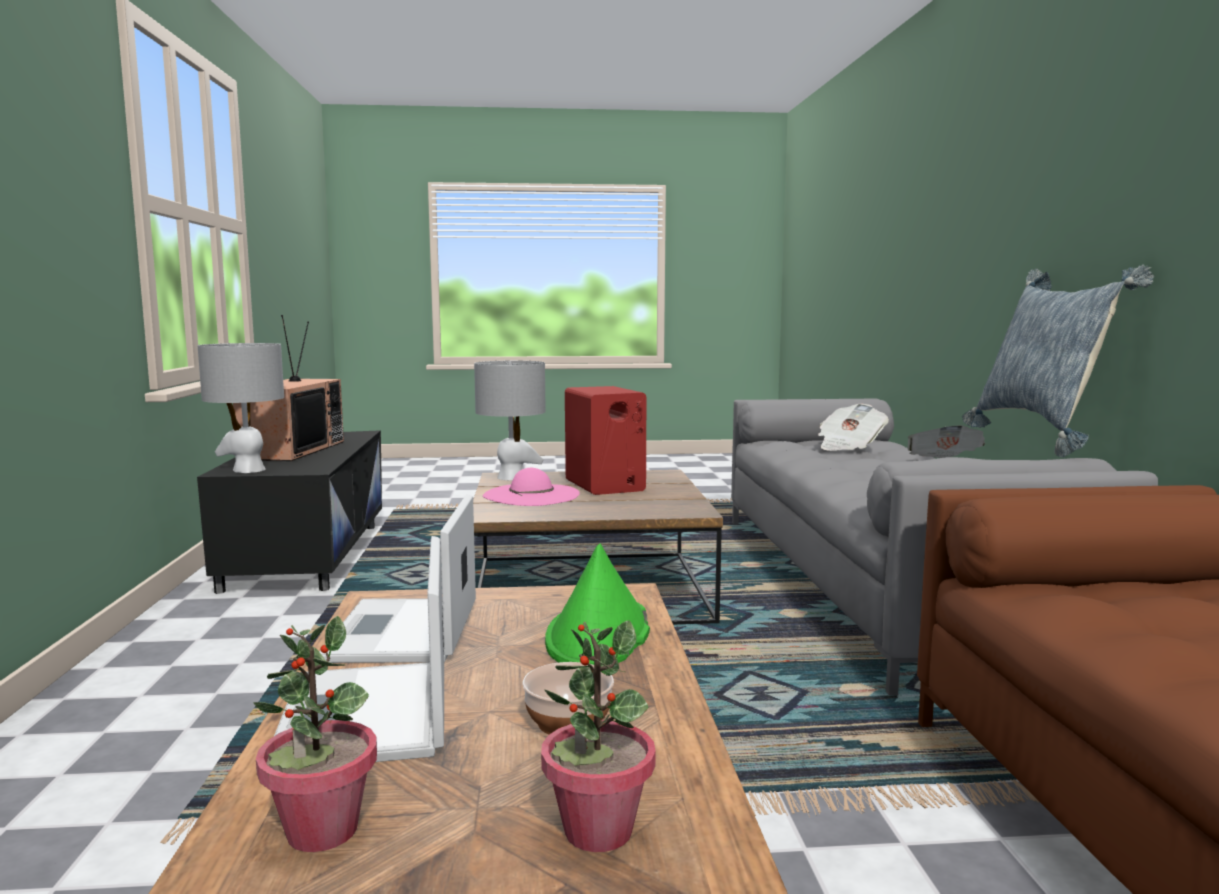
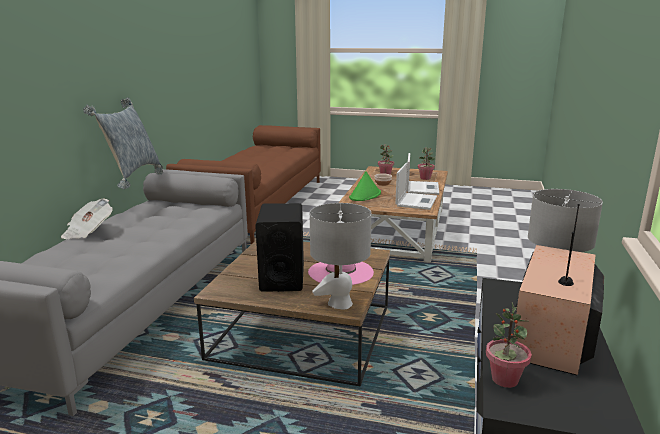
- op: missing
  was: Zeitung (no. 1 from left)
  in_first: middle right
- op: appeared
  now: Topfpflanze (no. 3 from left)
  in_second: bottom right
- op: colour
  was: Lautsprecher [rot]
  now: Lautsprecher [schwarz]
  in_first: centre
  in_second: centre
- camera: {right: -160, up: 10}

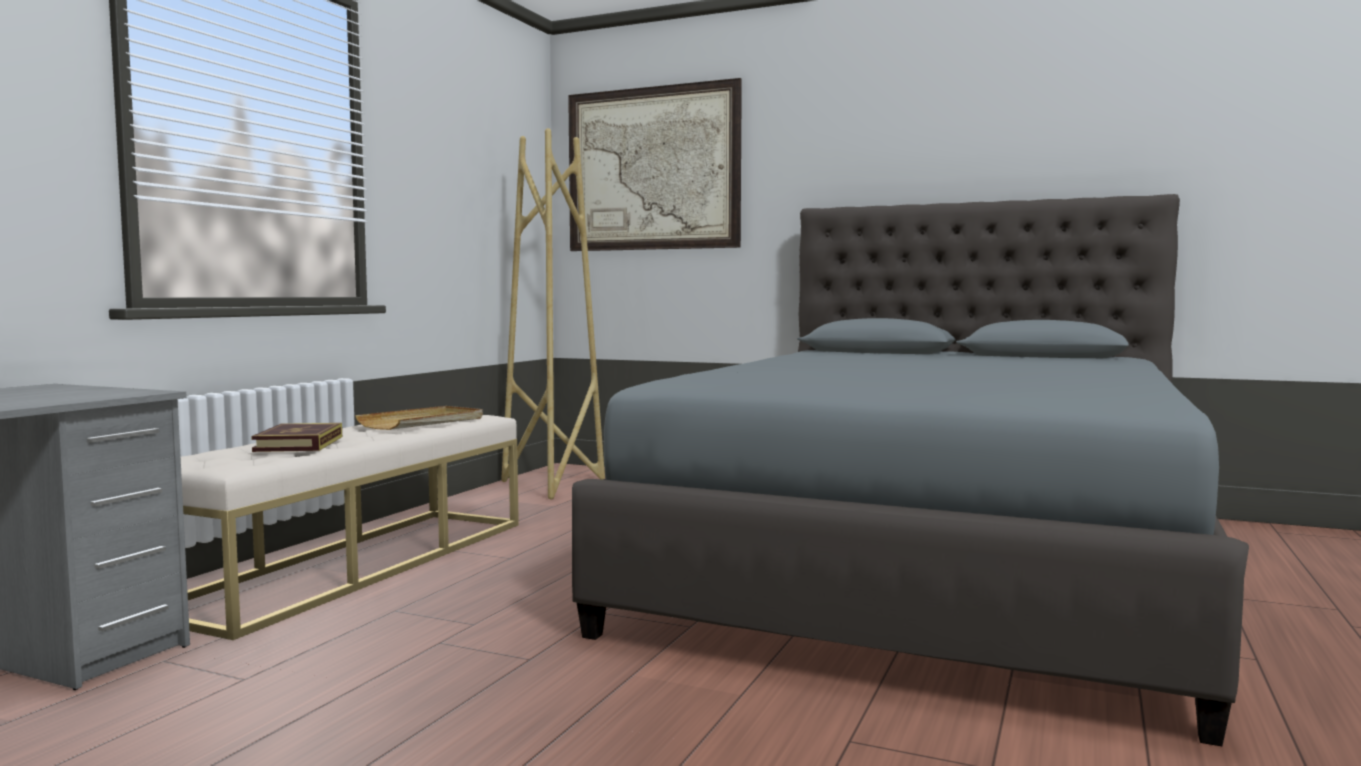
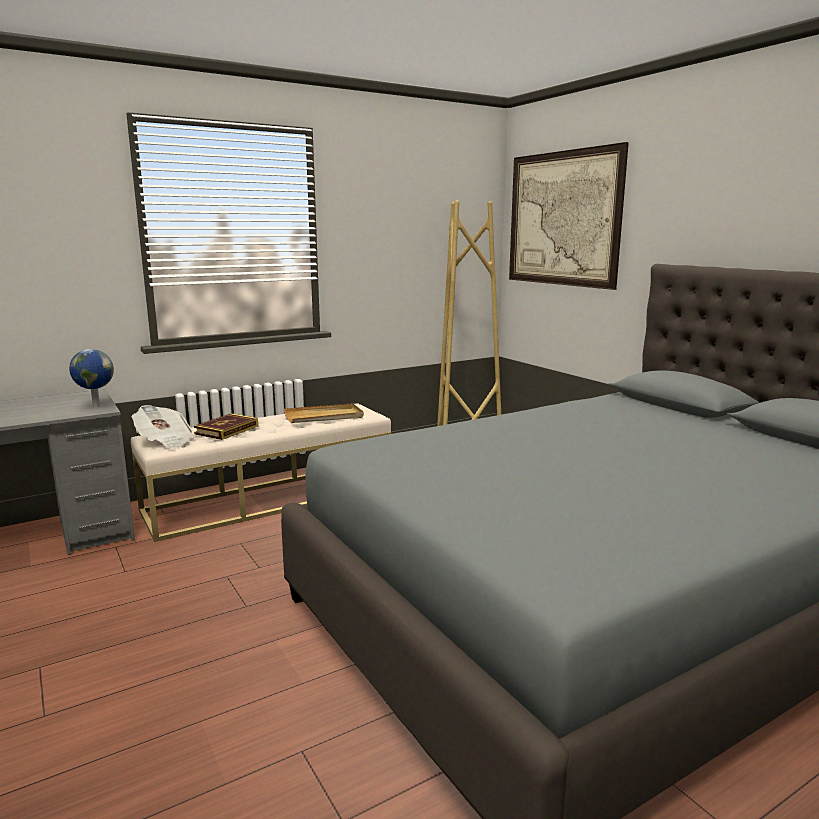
- op: appeared
  now: Globus
  in_second: middle left
- op: appeared
  now: Zeitung
  in_second: middle left
- camera: {right: 35, up: 10}

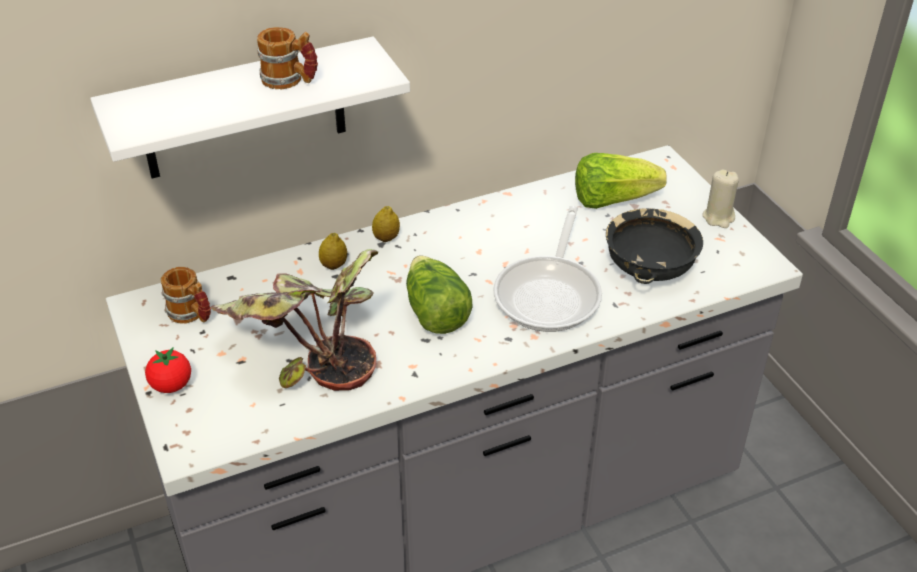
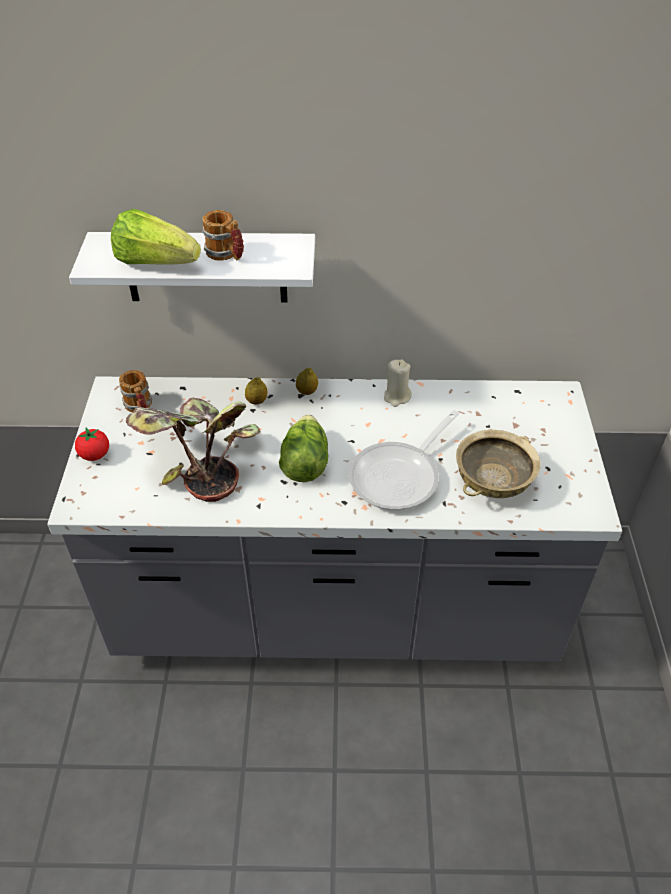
- op: relocated
  was: Salatkopf (no. 2 from left in the first image)
  now: Salatkopf (no. 1 from left)
  in_first: top right
  in_second: top left
- op: relocated
  was: Kerze [beige]
  in_first: middle right
  in_second: centre
- op: colour
  was: Schüssel [schwarz]
  now: Schüssel [beige]
  in_first: middle right
  in_second: middle right
- camera: {right: 25, up: 5}

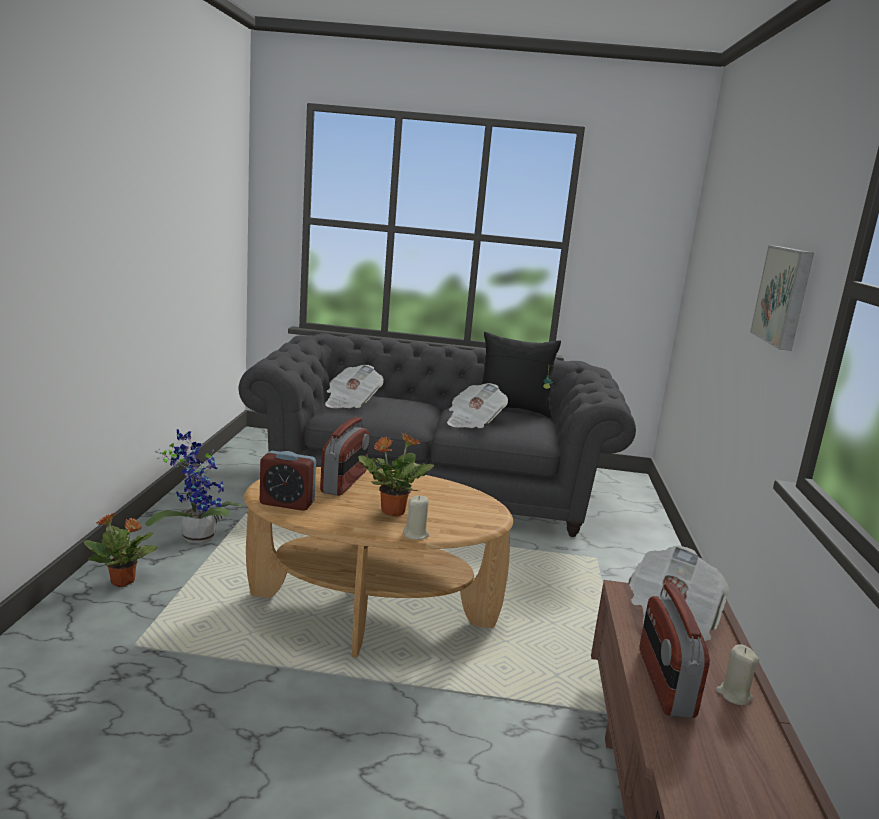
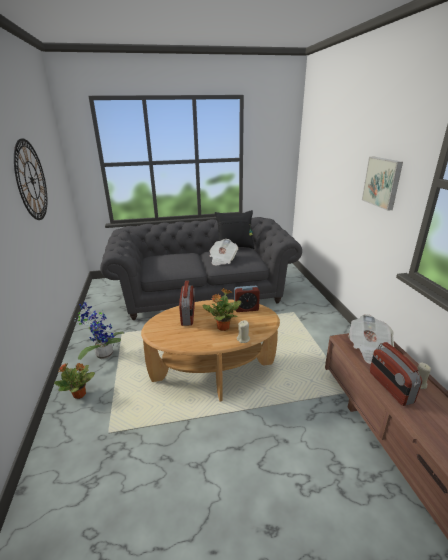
- op: missing
  was: Zeitung (no. 1 from left)
  in_first: centre
- op: appeared
  now: Wanduhr
  in_second: top left
- op: relocated
  was: Wecker
  in_first: middle left
  in_second: centre
- camera: {right: -15, up: 10}

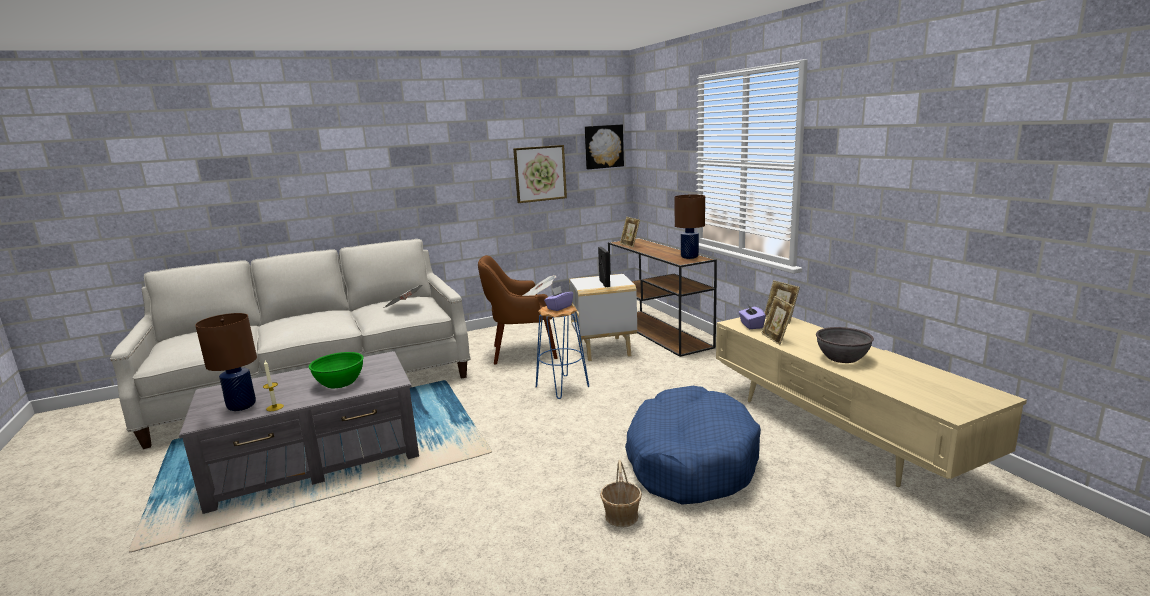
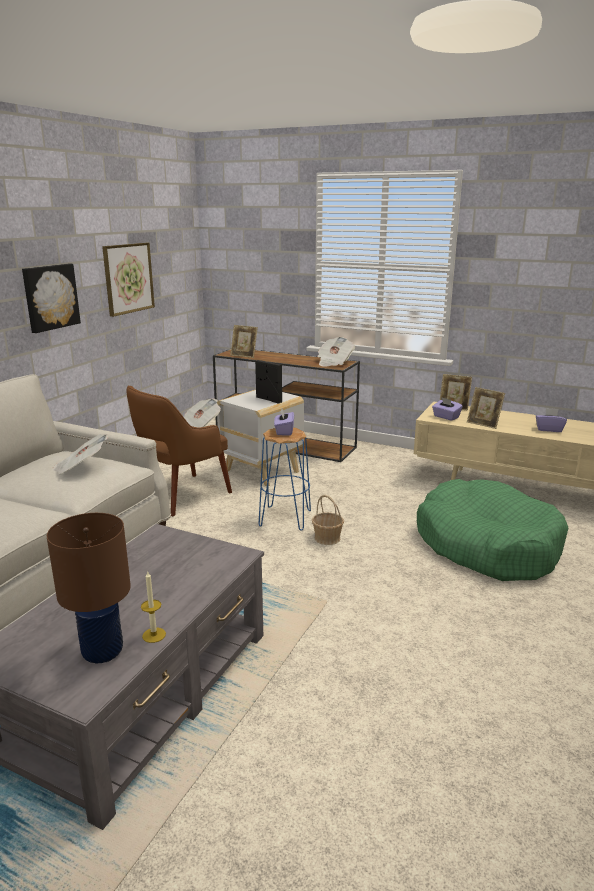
- op: missing
  was: Schüssel [grün]
  in_first: middle left
- op: relocated
  was: Bild (no. 2 from left in the first image)
  now: Bild (no. 1 from left)
  in_first: top centre
  in_second: middle left
- op: relocated
  was: Korb
  in_first: bottom centre
  in_second: centre
- op: exchanged
  was: Tischlampe [braun] (no. 2 from left)
  now: Zeitung (no. 3 from left)
  in_first: centre
  in_second: centre
- op: exchanged
  was: Schüssel [grau]
  now: Taschentuchbox [lila] (no. 3 from left)
  in_first: middle right
  in_second: middle right
- op: colour
  was: Hundebett [blau]
  now: Hundebett [grün]
  in_first: bottom centre
  in_second: middle right
- camera: {right: -40, up: 5}

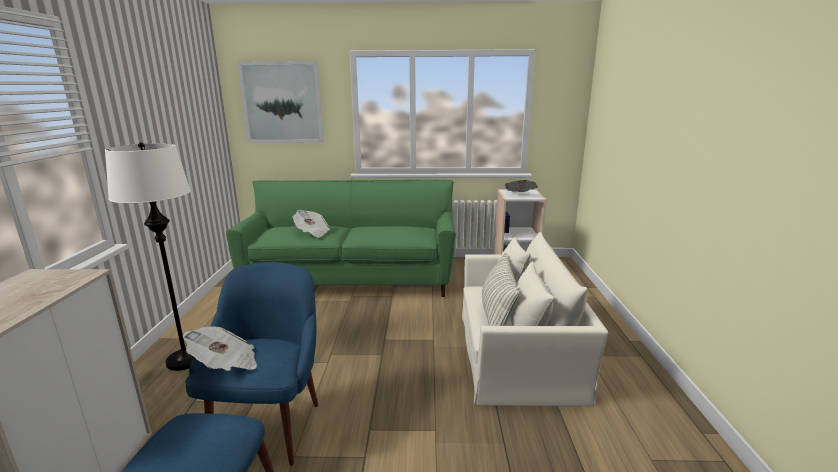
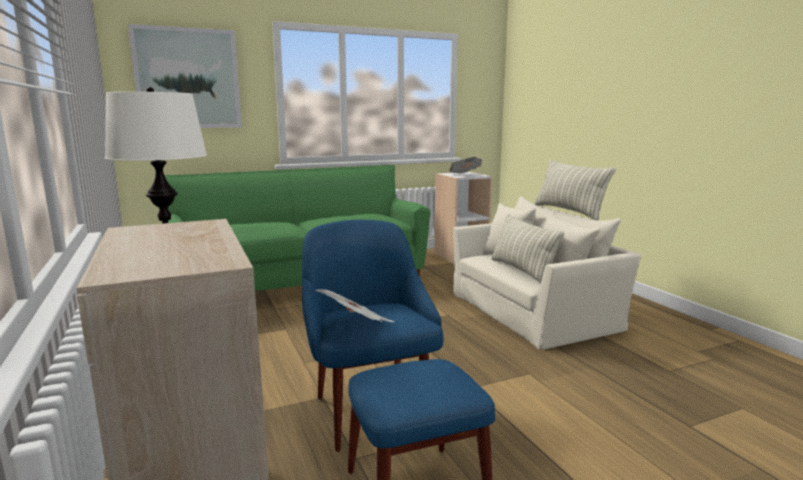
- op: missing
  was: Zeitung (no. 2 from left)
  in_first: centre
- op: appeared
  now: Kissen (no. 2 from left)
  in_second: middle right
- camera: {right: -25, up: -5}

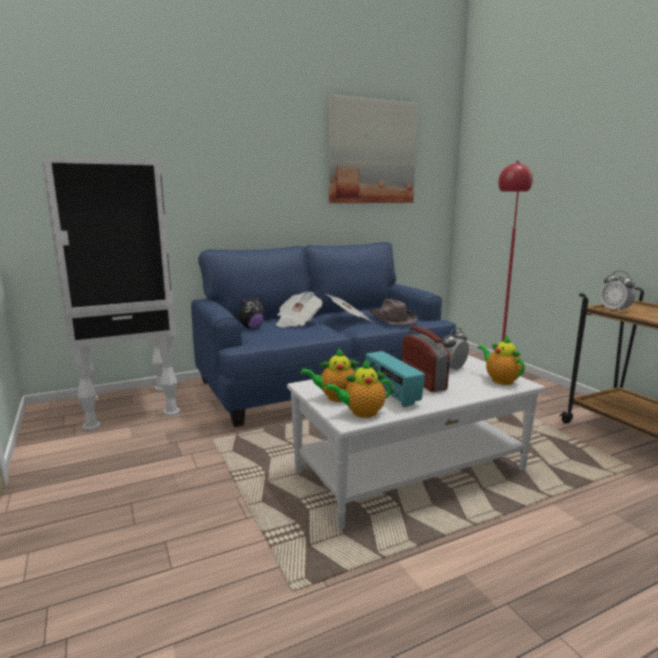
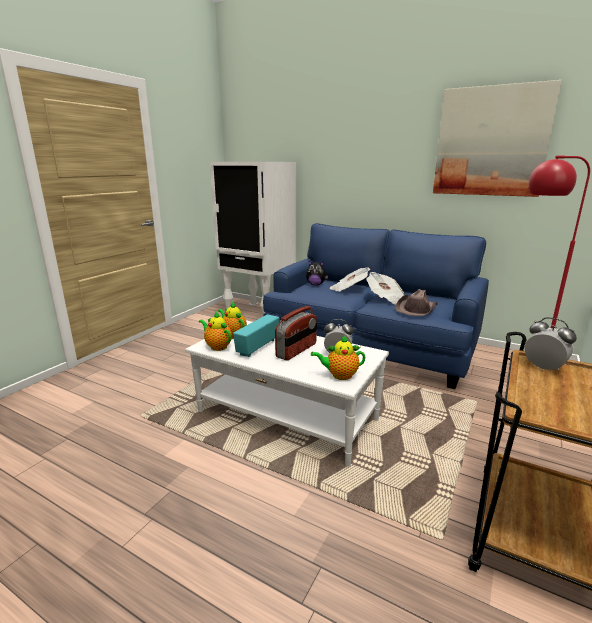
- op: spun
  was: Teekanne (no. 3 from left)
  in_first: middle right
  in_second: centre
  clockwise: -120
- op: spun
  was: Wecker (no. 2 from left)
  in_first: middle right
  in_second: middle right
  clockwise: 105
- camera: {right: 55, up: 5}

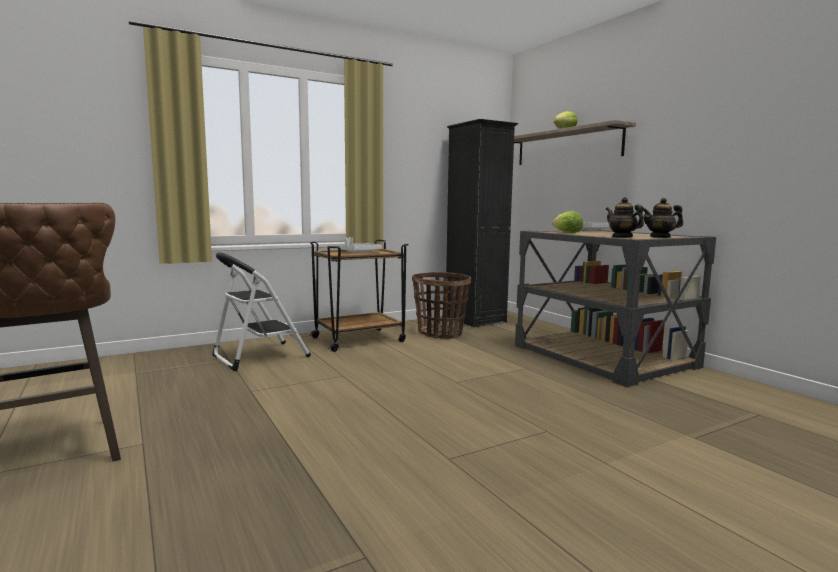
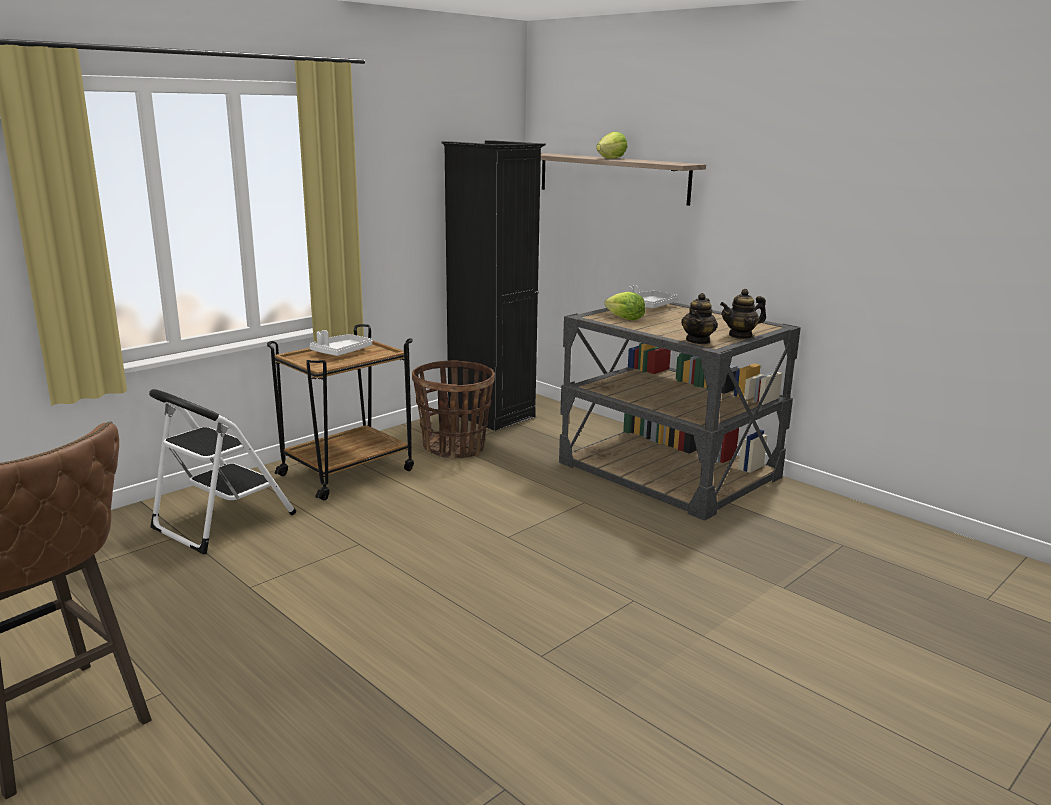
- op: spun
  was: Teekanne (no. 1 from left)
  in_first: middle right
  in_second: centre
  clockwise: -105
- camera: {right: -15, up: 10}

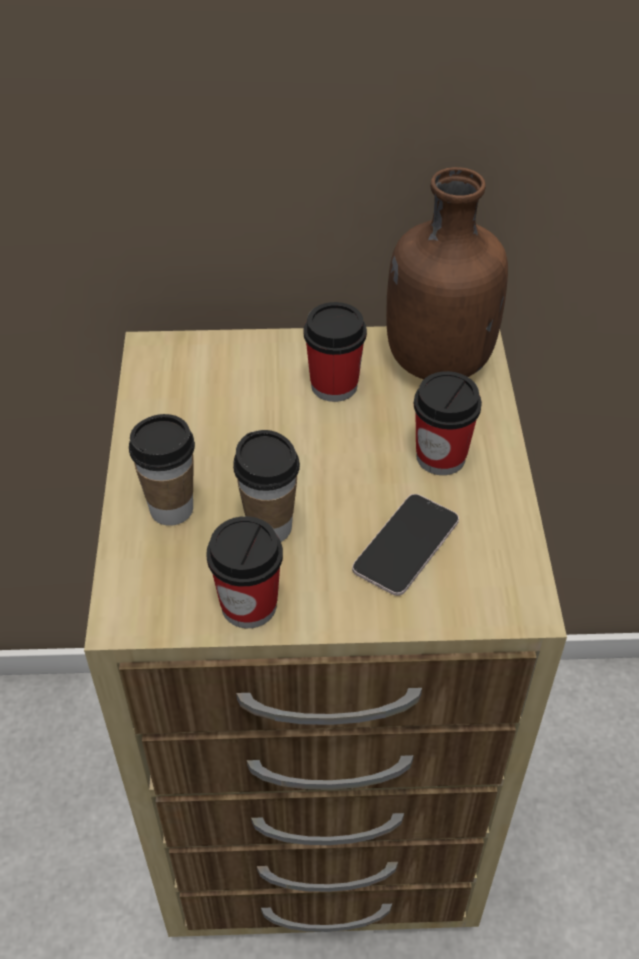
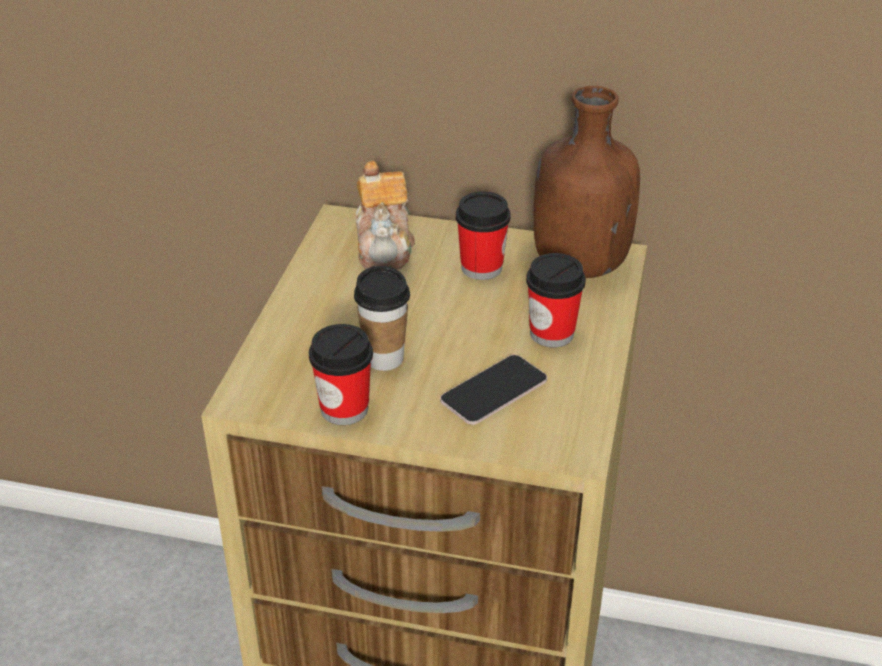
- op: missing
  was: Tasse (no. 1 from left)
  in_first: middle left
- op: appeared
  now: Teekanne
  in_second: top centre
- camera: {right: 15, up: -10}

